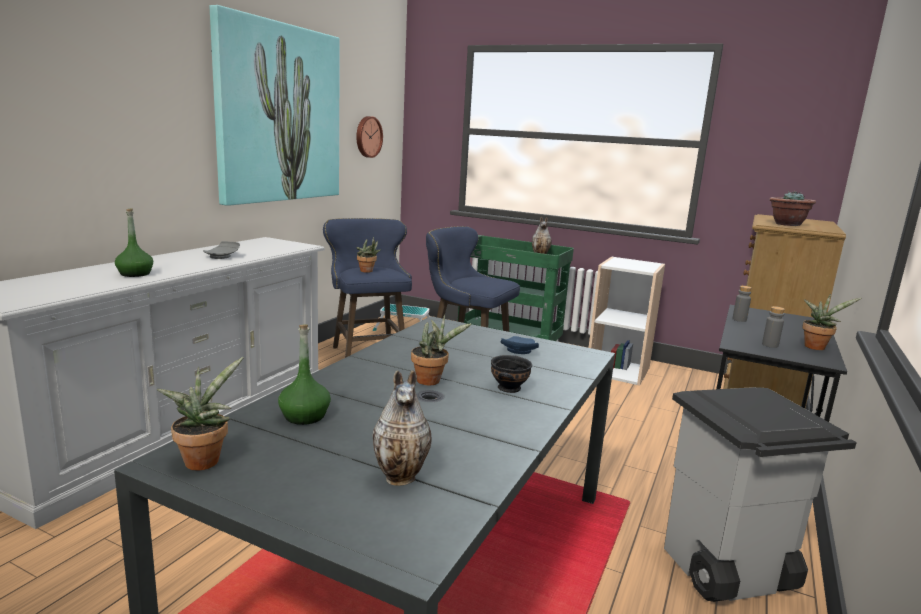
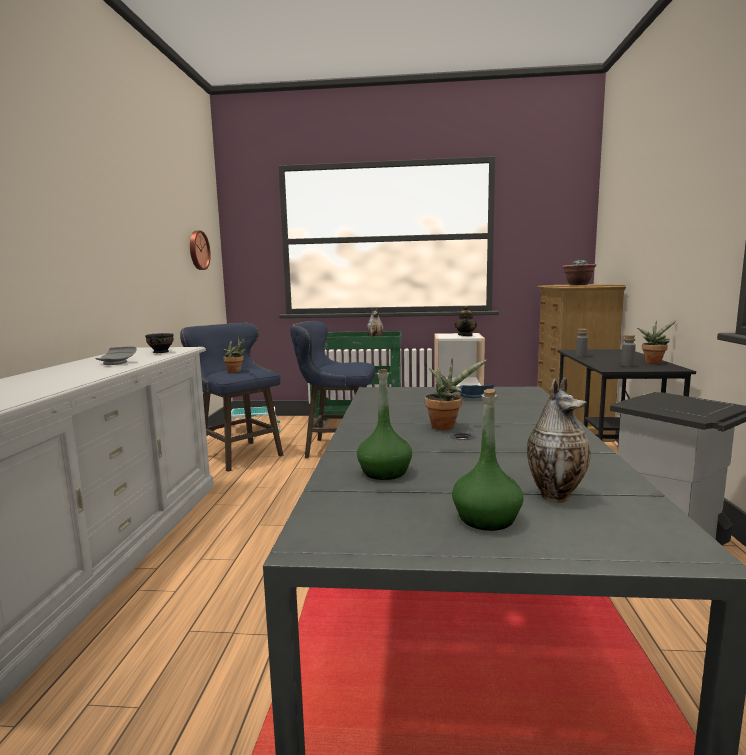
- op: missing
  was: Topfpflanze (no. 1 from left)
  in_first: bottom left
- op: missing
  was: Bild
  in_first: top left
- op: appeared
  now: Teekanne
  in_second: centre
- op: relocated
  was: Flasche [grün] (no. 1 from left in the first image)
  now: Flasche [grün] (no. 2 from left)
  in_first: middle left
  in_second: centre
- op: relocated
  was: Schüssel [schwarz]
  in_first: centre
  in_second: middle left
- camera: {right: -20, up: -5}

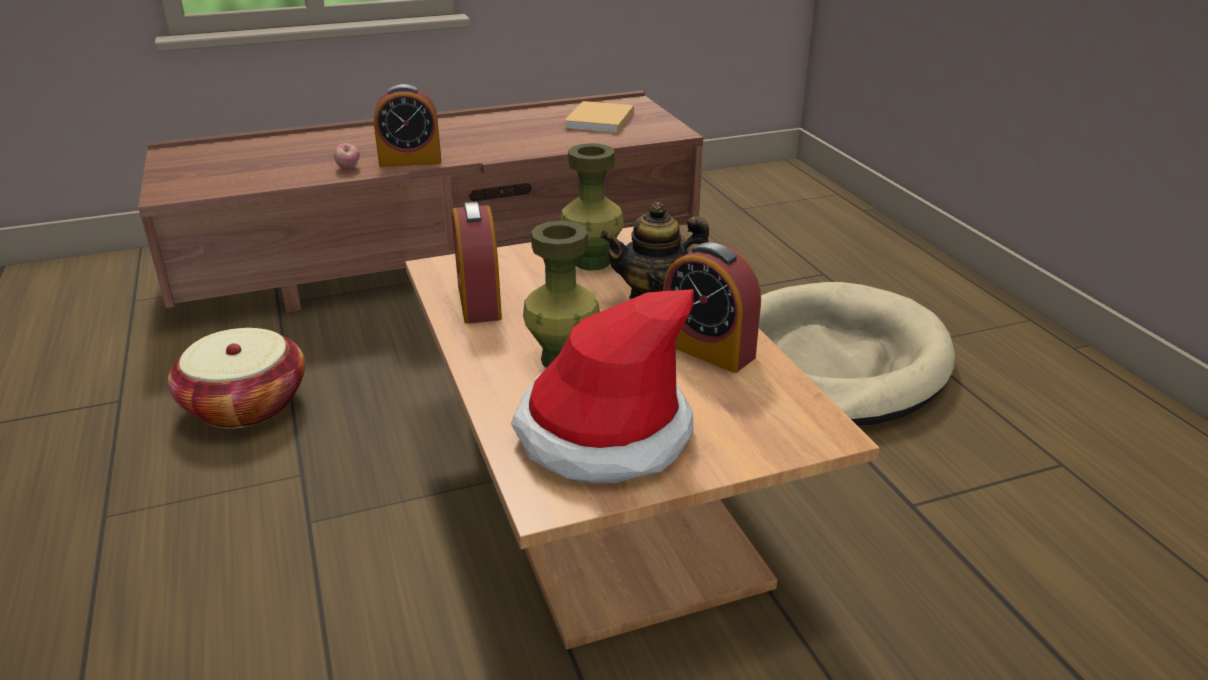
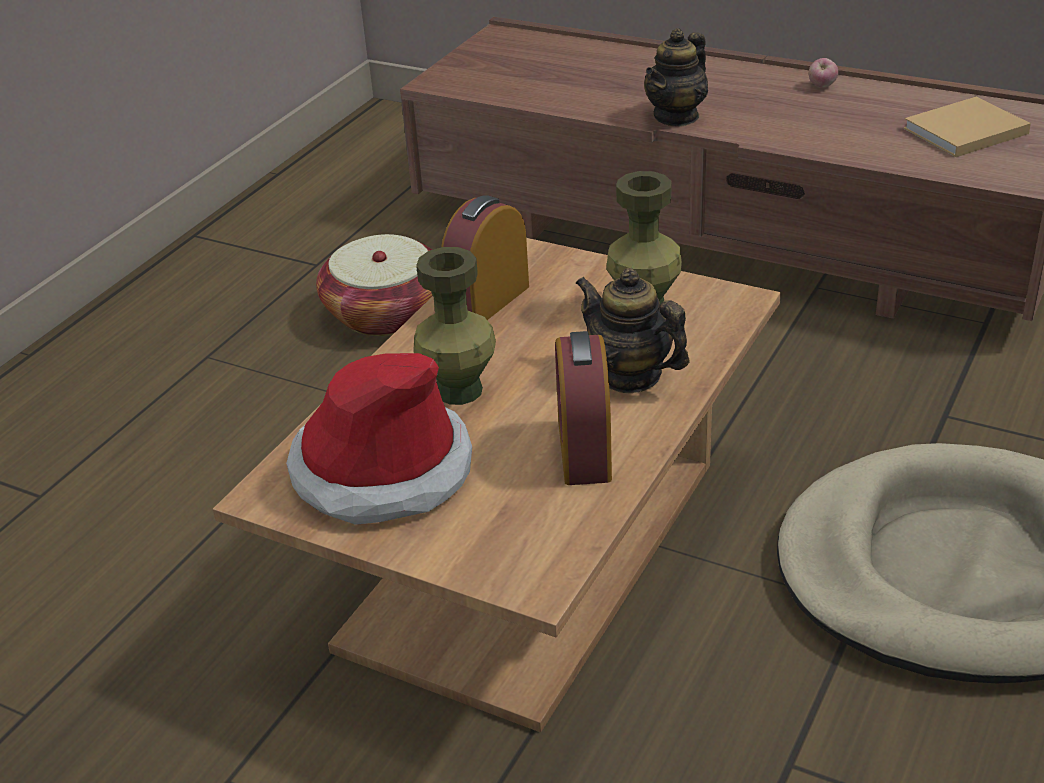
- op: relocated
  was: Apfel
  in_first: top left
  in_second: top right
- op: exchanged
  was: Wecker (no. 1 from left)
  now: Teekanne (no. 2 from left)
  in_first: top centre
  in_second: top centre
- camera: {right: 50, up: 5}

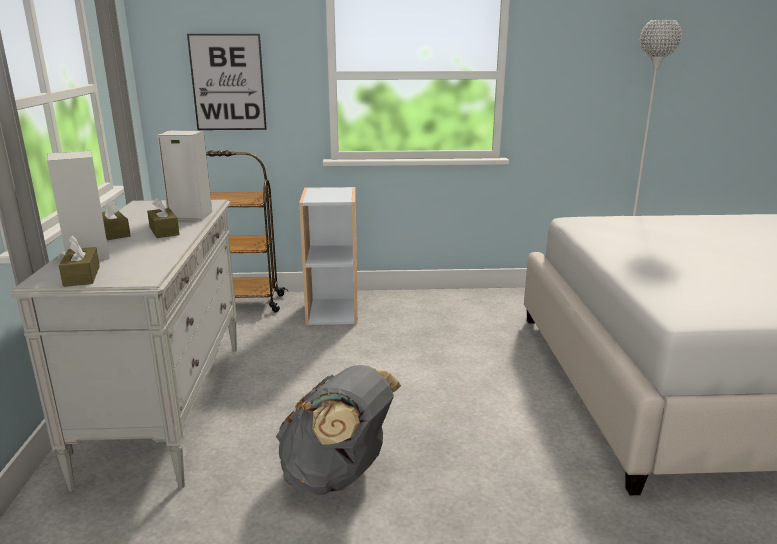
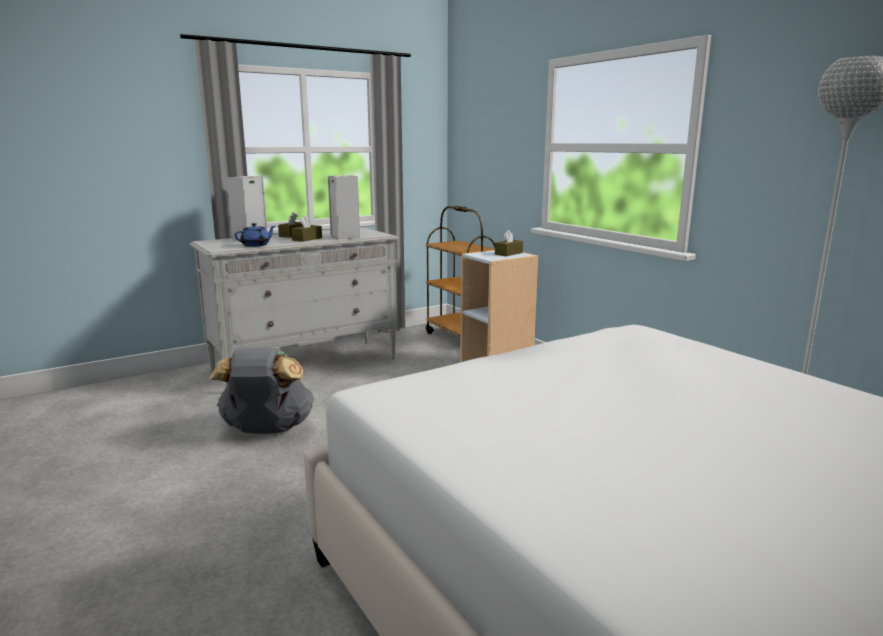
- op: missing
  was: Bild
  in_first: top left
- op: appeared
  now: Teekanne [blau]
  in_second: middle left
- op: relocated
  was: Taschentuchbox [braun] (no. 1 from left in the first image)
  now: Taschentuchbox [braun] (no. 3 from left)
  in_first: middle left
  in_second: centre
- camera: {right: 60, up: -5}

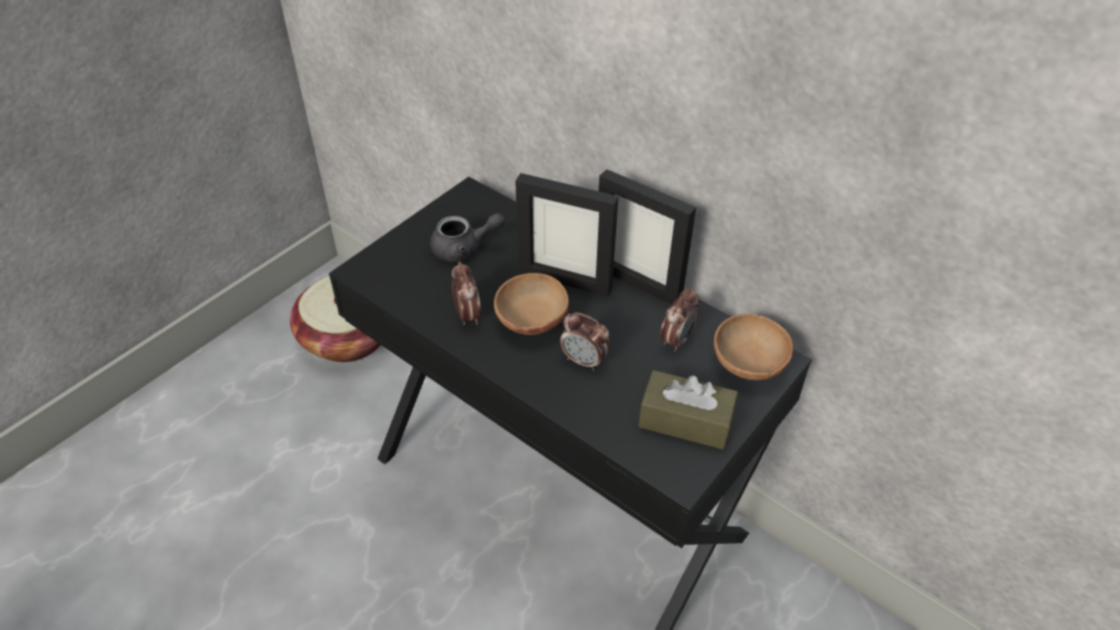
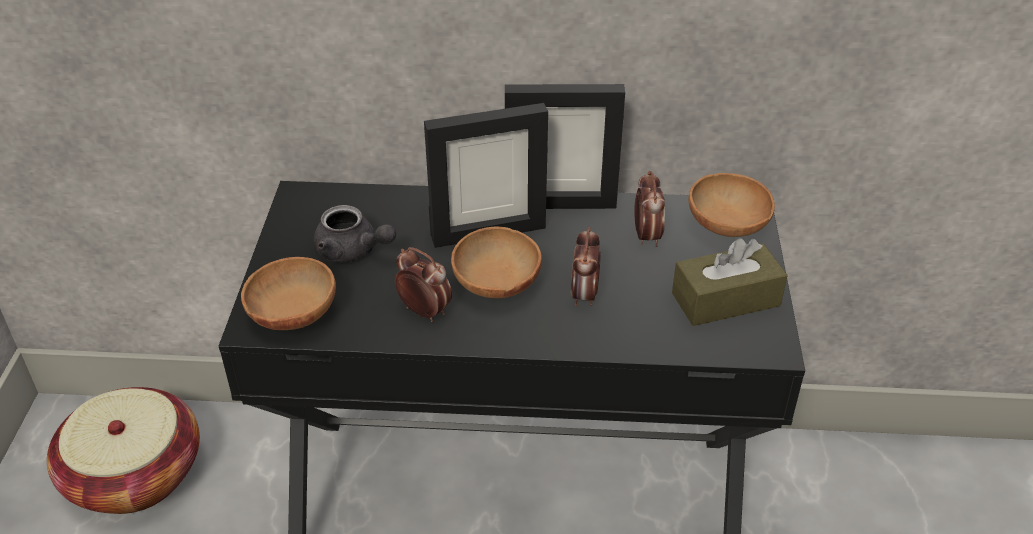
- op: appeared
  now: Schüssel [braun] (no. 1 from left)
  in_second: middle left
- op: spun
  was: Teekanne [grau]
  in_first: centre
  in_second: centre
  clockwise: 75
- op: spun
  was: Wecker (no. 2 from left)
  in_first: centre
  in_second: centre
  clockwise: 105
- camera: {right: -35, up: -5}

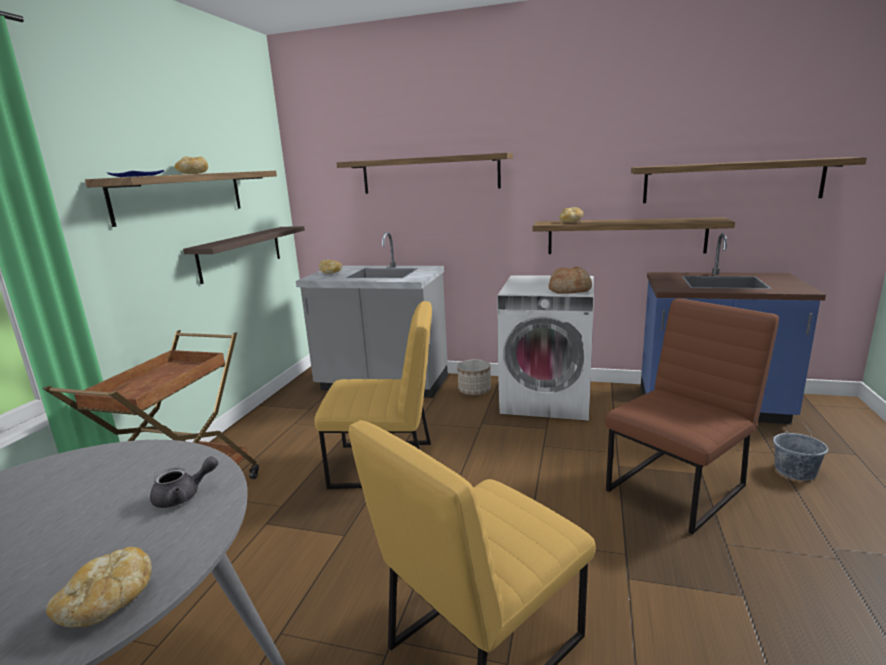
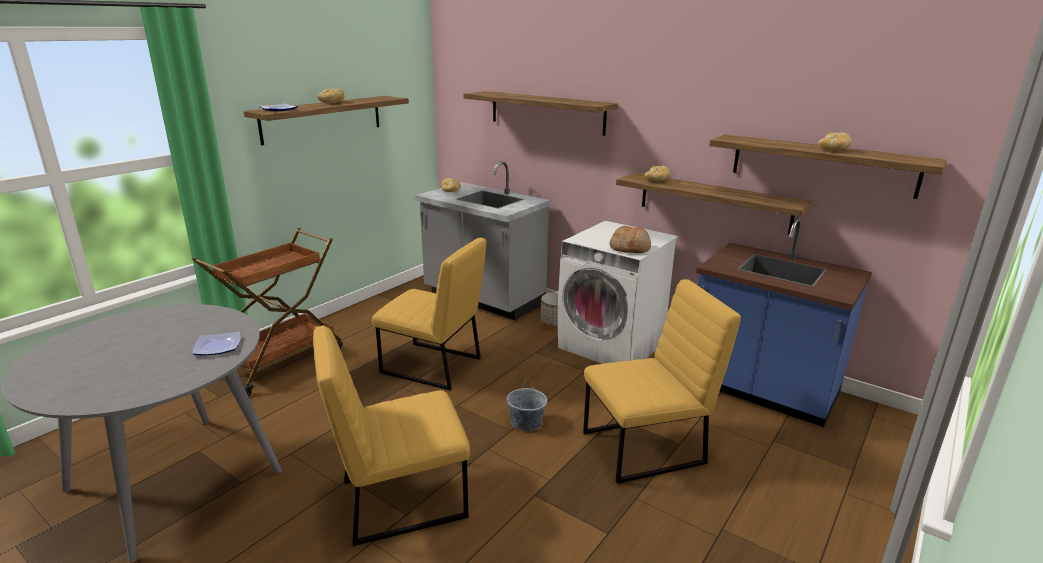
- op: missing
  was: Wandregal (no. 2 from left)
  in_first: middle left
- op: relocated
  was: Brot (no. 1 from left in the first image)
  now: Brot (no. 5 from left)
  in_first: bottom left
  in_second: top right
- op: relocated
  was: Eimer [grau]
  in_first: bottom right
  in_second: bottom centre
- op: exchanged
  was: Teekanne [grau]
  now: Teller (no. 1 from left)
  in_first: bottom left
  in_second: middle left
- op: colour
  was: Stuhl [braun]
  now: Stuhl [gelb] (no. 3 from left)
  in_first: middle right
  in_second: bottom centre
- camera: {right: 20, up: 5}

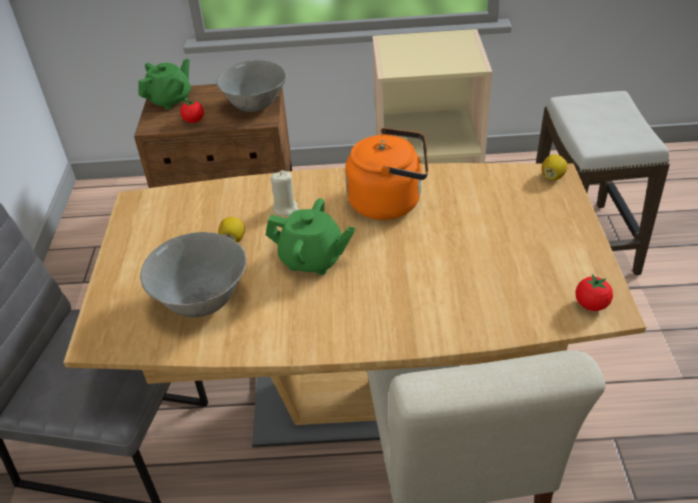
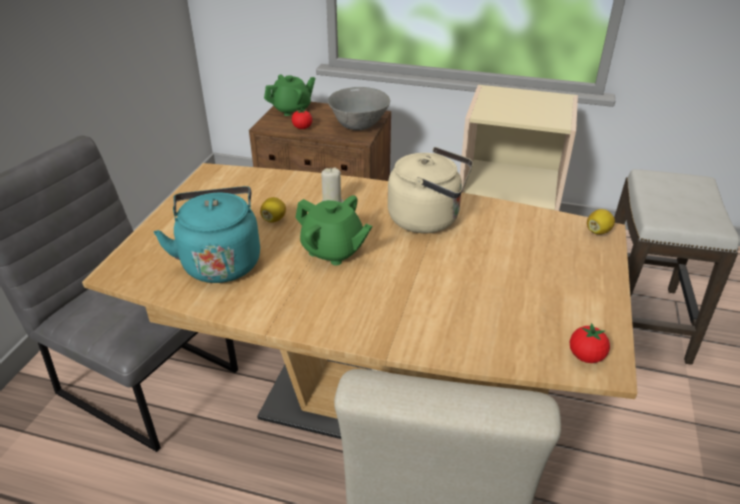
- op: exchanged
  was: Schüssel [grau] (no. 1 from left)
  now: Wasserkessel [türkis]
  in_first: middle left
  in_second: middle left
- op: colour
  was: Wasserkessel [orange]
  now: Wasserkessel [beige]
  in_first: centre
  in_second: centre
- camera: {right: 15, up: -5}

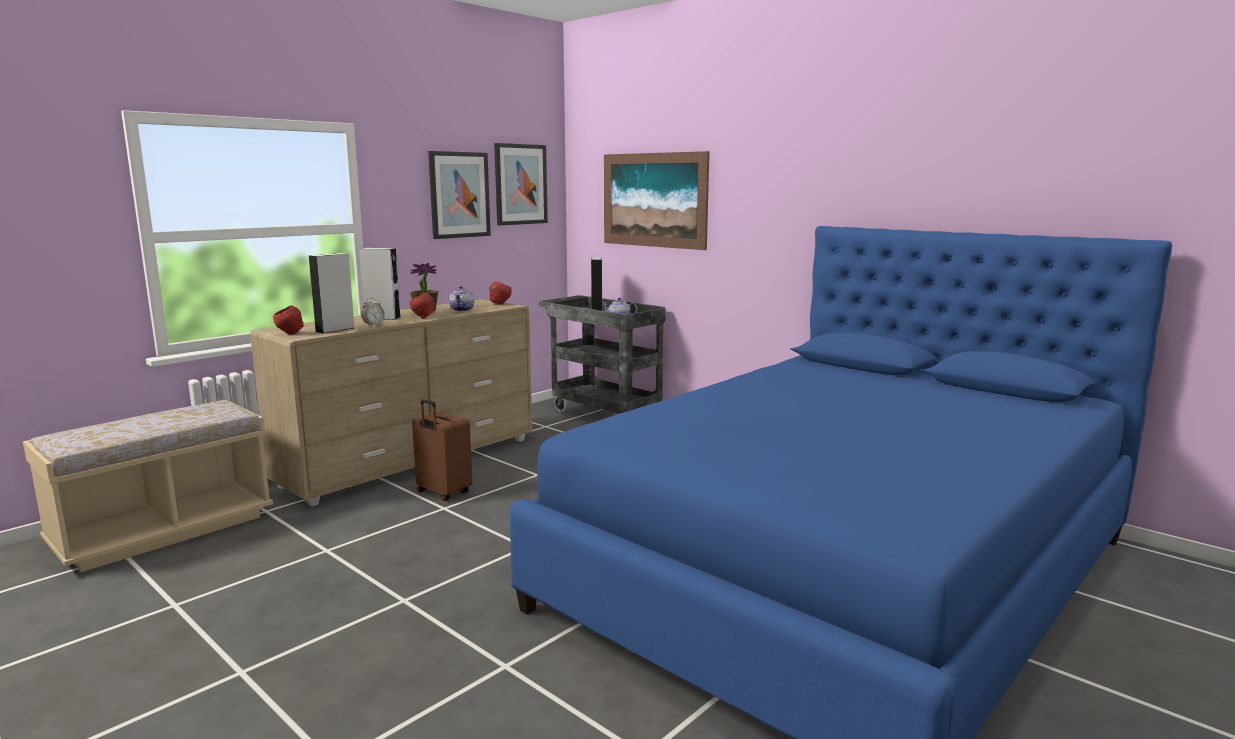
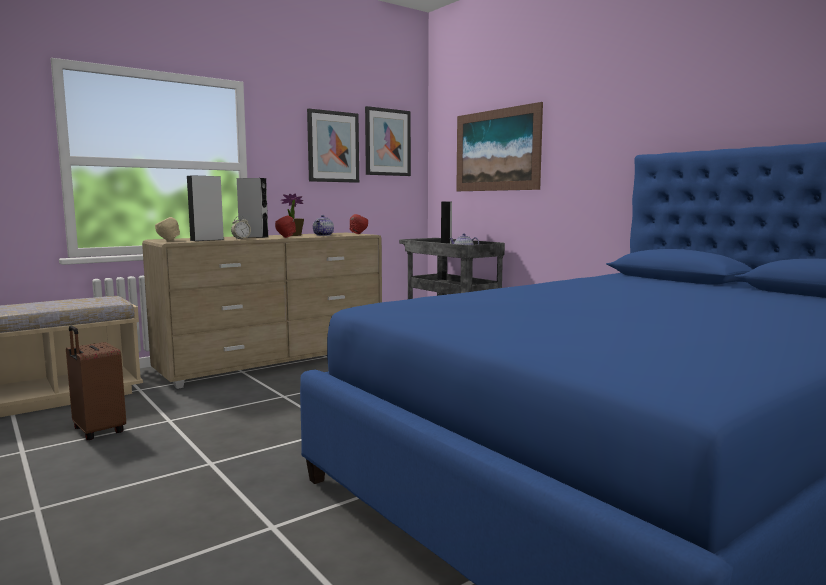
- op: relocated
  was: Koffer [braun]
  in_first: centre
  in_second: middle left
- op: colour
  was: Schüssel [rot] (no. 1 from left)
  now: Schüssel [beige]
  in_first: middle left
  in_second: middle left
- camera: {right: 10, up: -5}

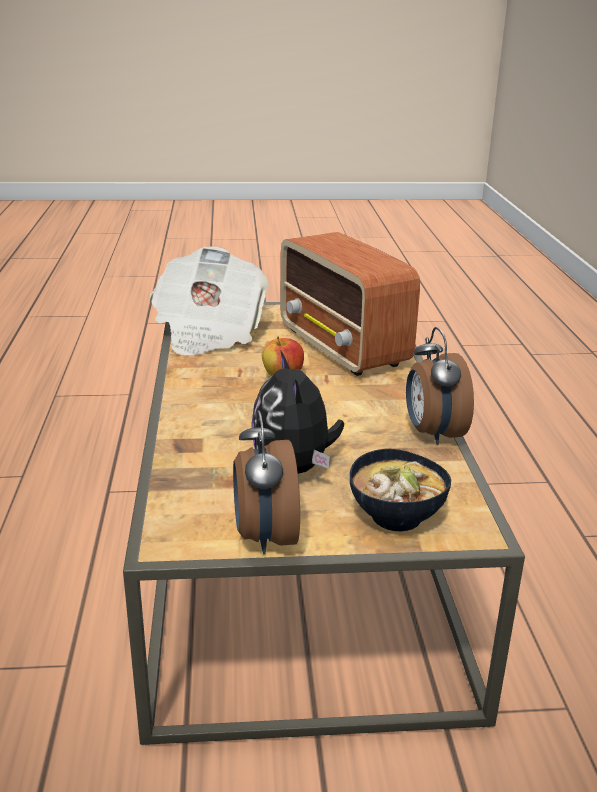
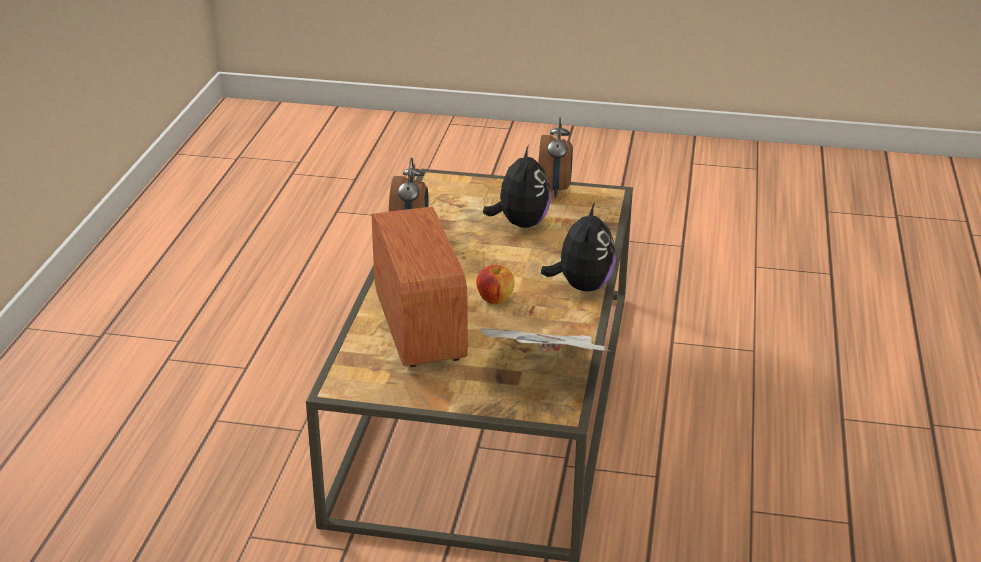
- op: missing
  was: Schüssel
  in_first: middle right
- op: appeared
  now: Plüschtier (no. 2 from left)
  in_second: centre
- camera: {right: -165, up: 5}

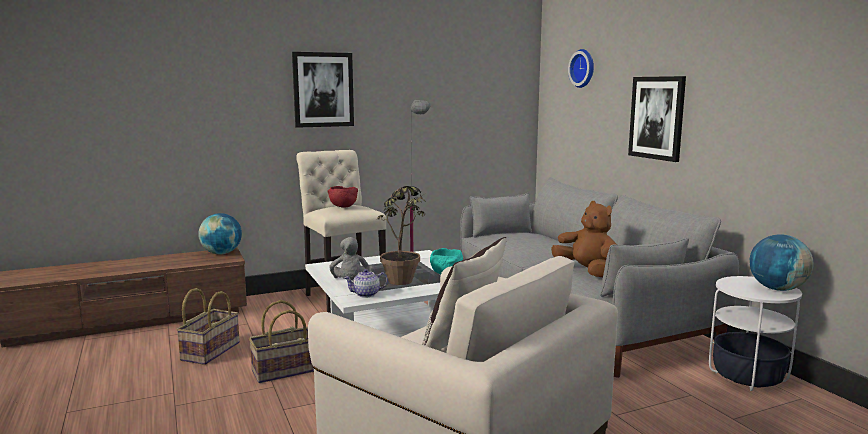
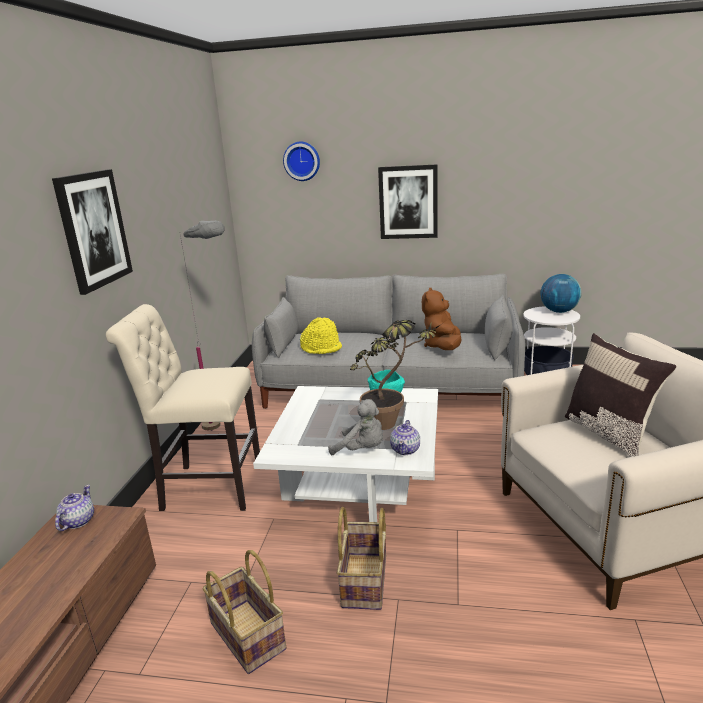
- op: missing
  was: Schüssel [rot]
  in_first: centre
- op: appeared
  now: Hut [gelb]
  in_second: centre
- op: exchanged
  was: Globus (no. 1 from left)
  now: Teekanne (no. 1 from left)
  in_first: middle left
  in_second: bottom left
- op: spun
  was: Plüschtier [braun]
  in_first: middle right
  in_second: centre
  clockwise: -75
- camera: {right: -55, up: 10}

